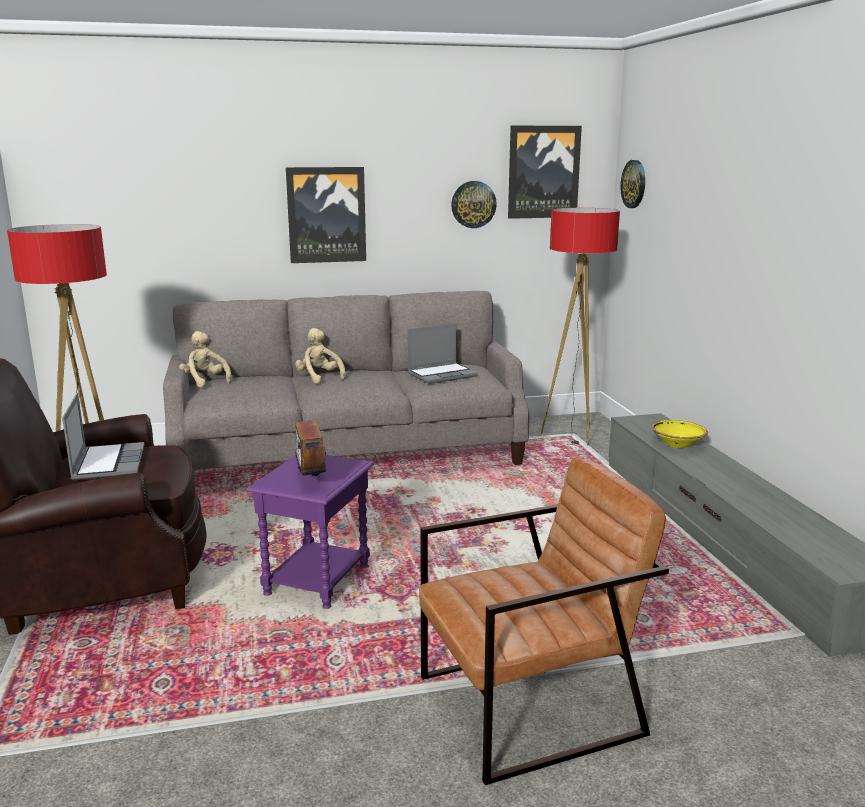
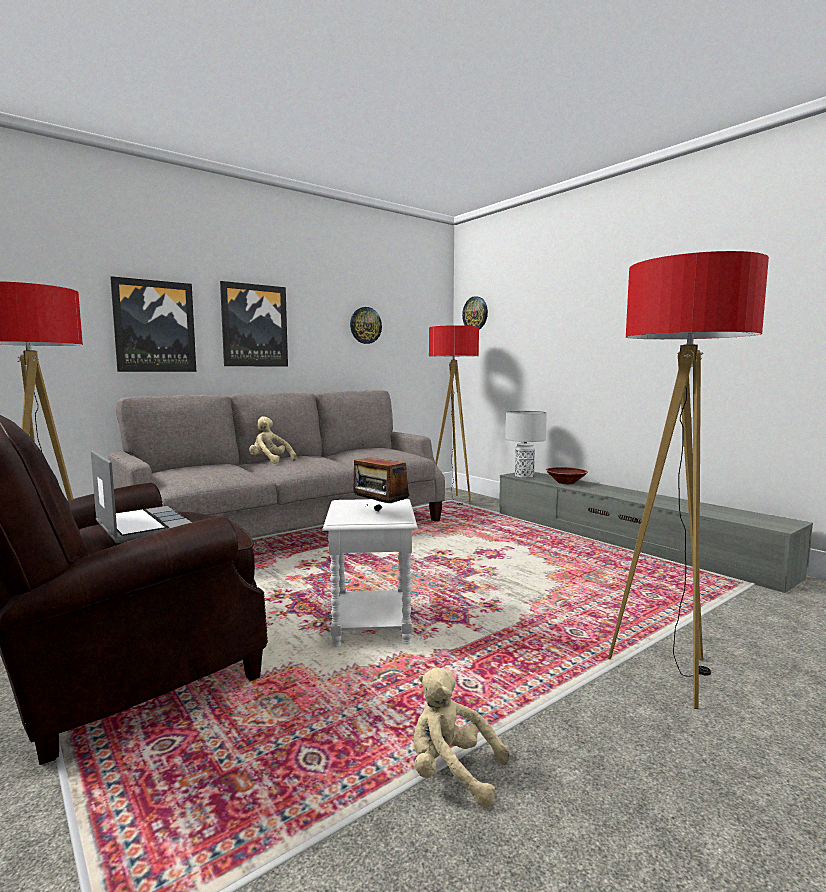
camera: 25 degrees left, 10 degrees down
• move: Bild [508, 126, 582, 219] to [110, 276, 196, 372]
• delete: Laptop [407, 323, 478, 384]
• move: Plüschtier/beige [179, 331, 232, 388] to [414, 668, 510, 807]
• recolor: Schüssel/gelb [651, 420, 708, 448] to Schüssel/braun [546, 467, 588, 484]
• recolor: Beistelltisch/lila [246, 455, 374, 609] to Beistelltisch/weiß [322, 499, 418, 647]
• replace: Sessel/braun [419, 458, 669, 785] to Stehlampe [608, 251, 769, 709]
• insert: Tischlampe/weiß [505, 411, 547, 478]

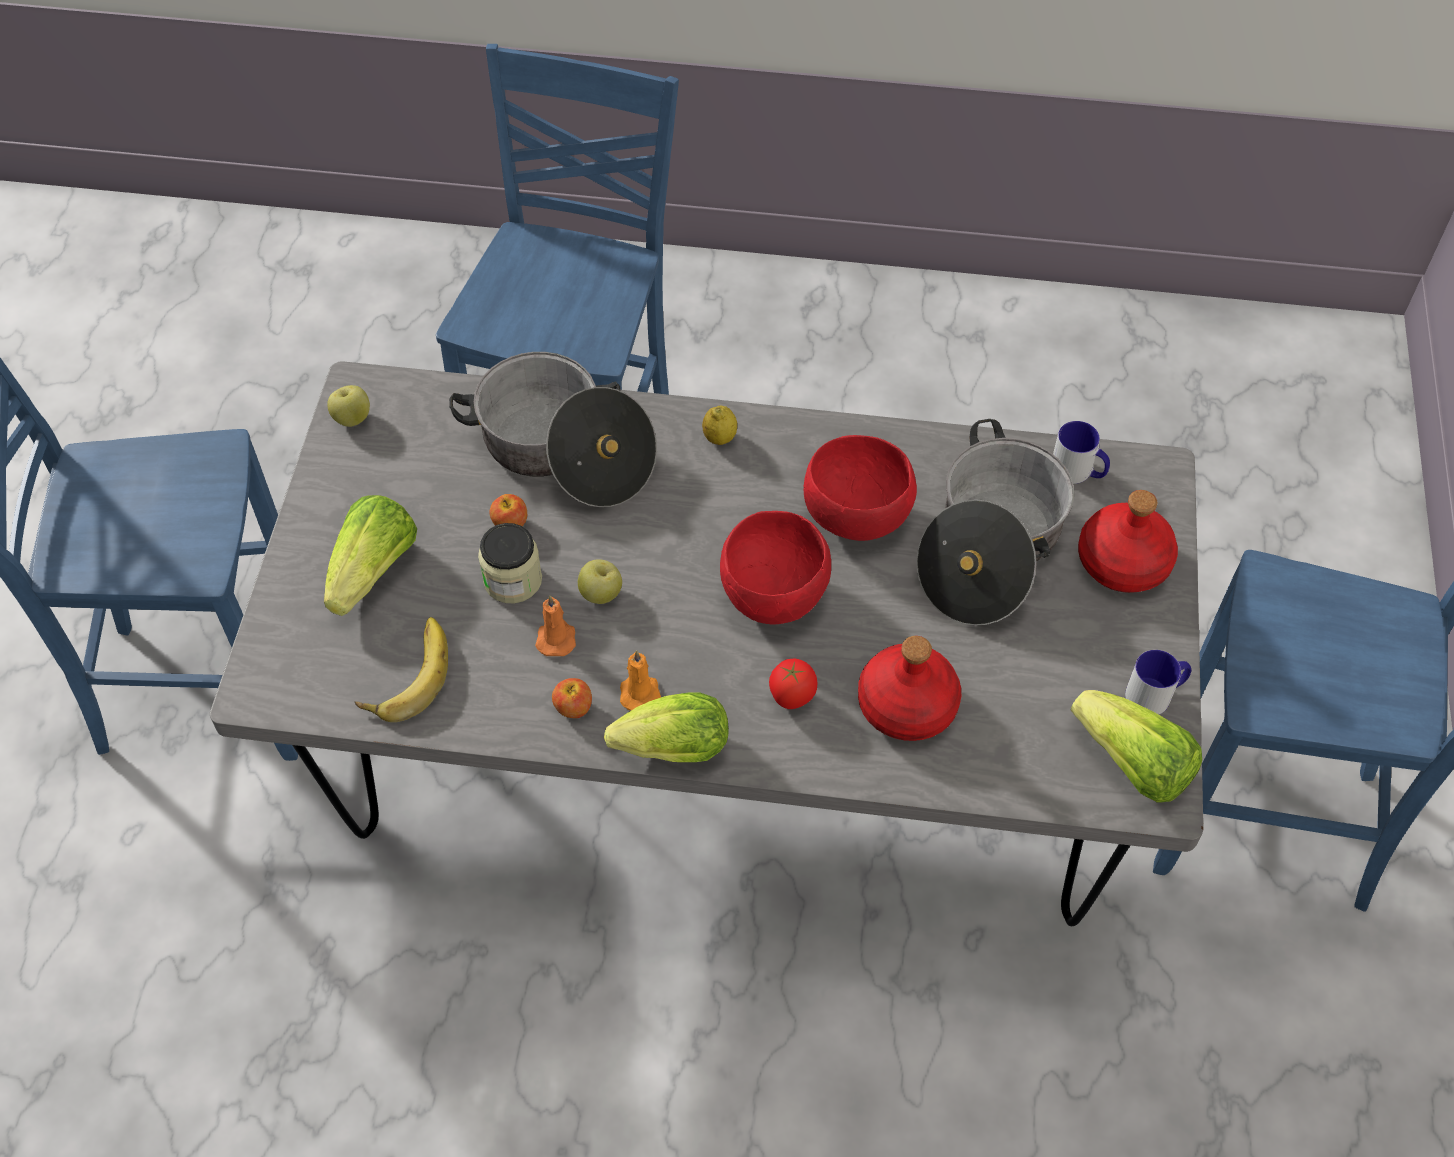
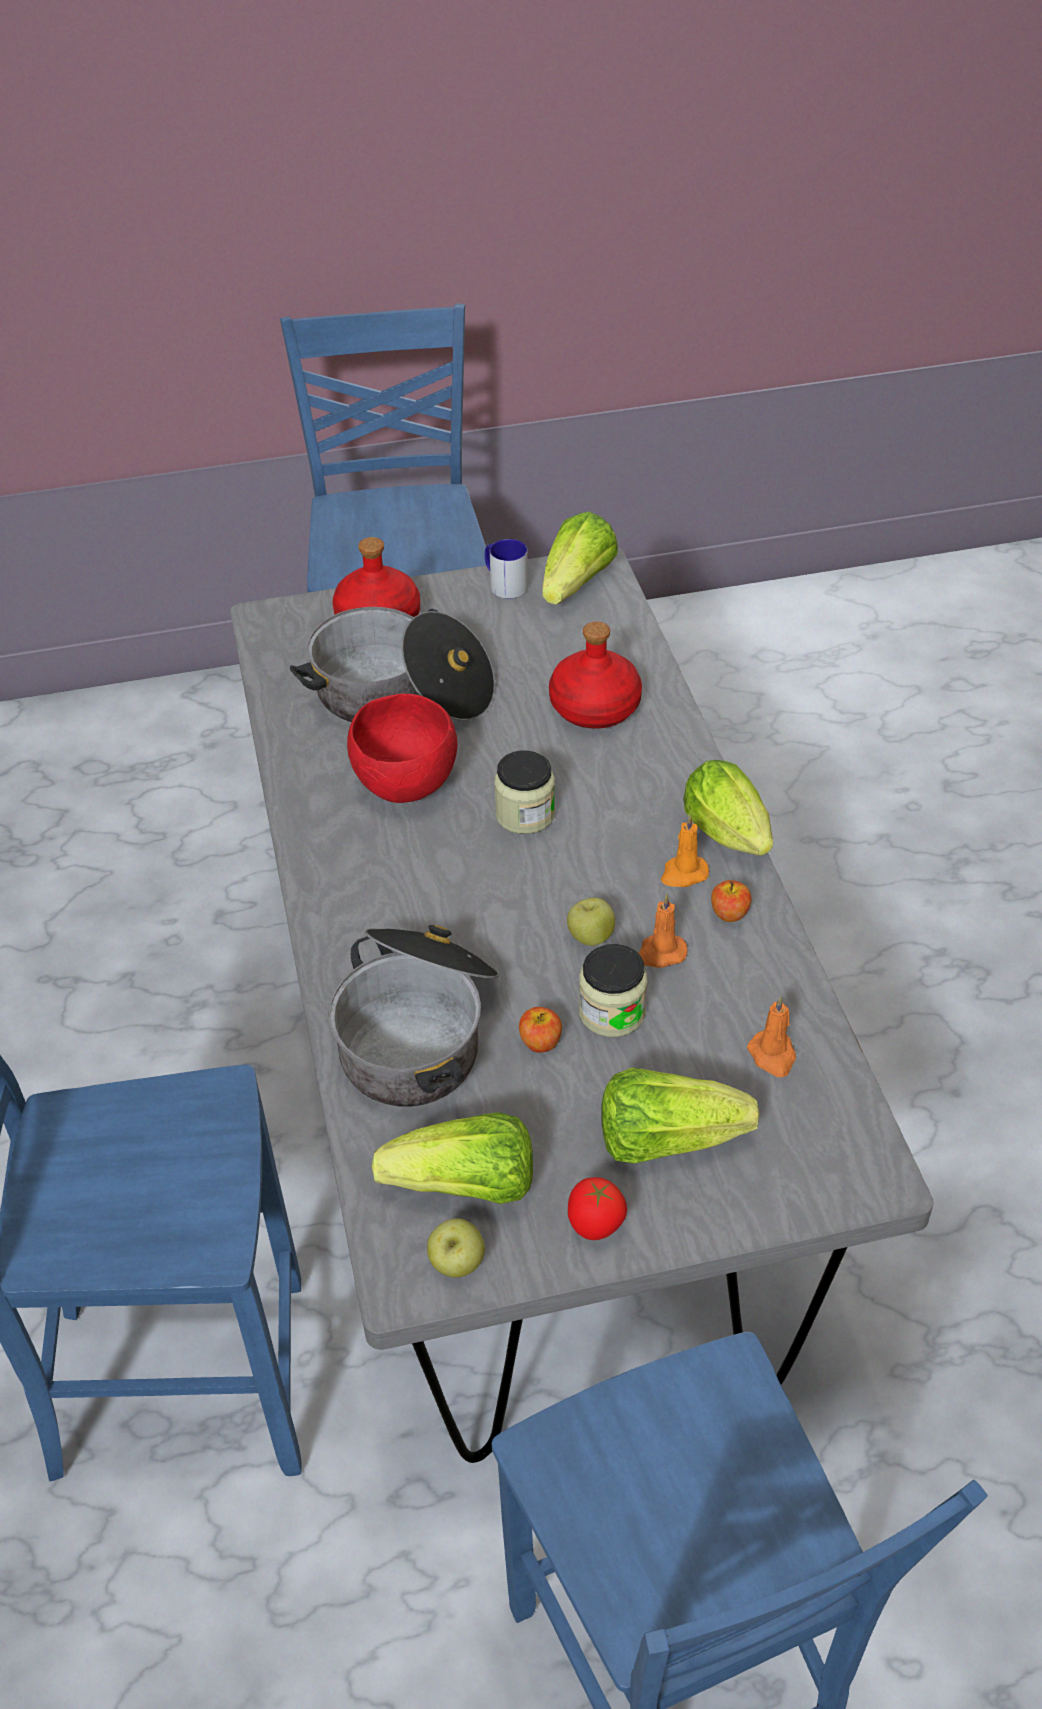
camera: 110 degrees left, 10 degrees down
• delete: Zitrone [702, 406, 737, 445]
• delete: Henkelbecher [1053, 421, 1110, 484]
• replace: Schüssel/rot [720, 511, 831, 624] to Vorratsglas [494, 750, 555, 834]
• replace: Banane [354, 617, 448, 722] to Kerze/orange [747, 996, 796, 1077]
• move: Tomate [769, 659, 817, 709] to [568, 1177, 627, 1240]
• insert: Salatkopf [372, 1112, 533, 1204]

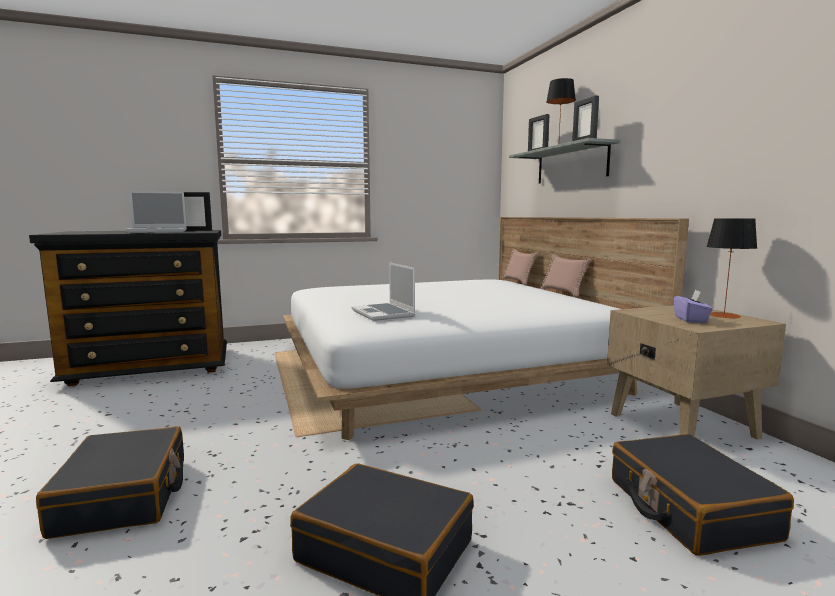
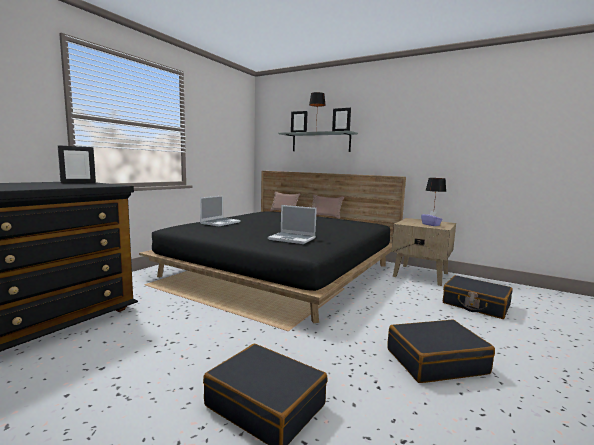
camera: 40 degrees left, 0 degrees up
• move: Laptop [126, 191, 187, 233] to [200, 195, 240, 226]
• recolor: Bett/weiß [283, 217, 689, 440] to Bett/schwarz [139, 171, 406, 323]

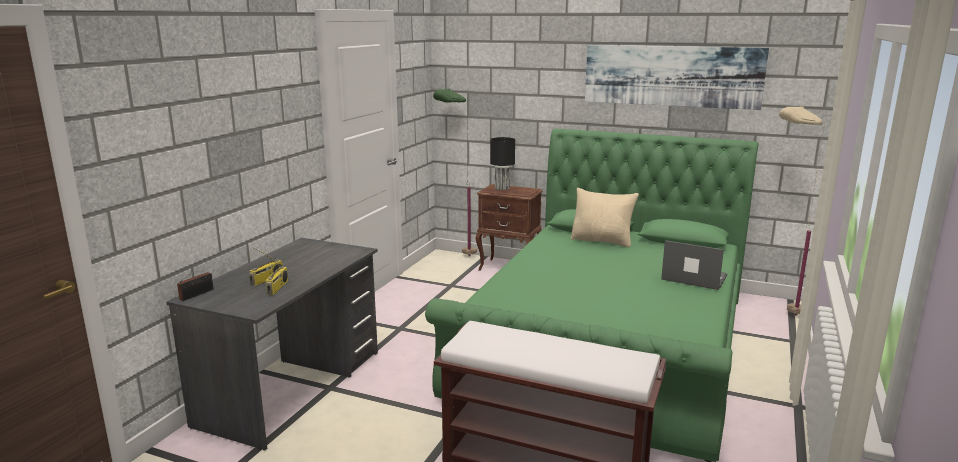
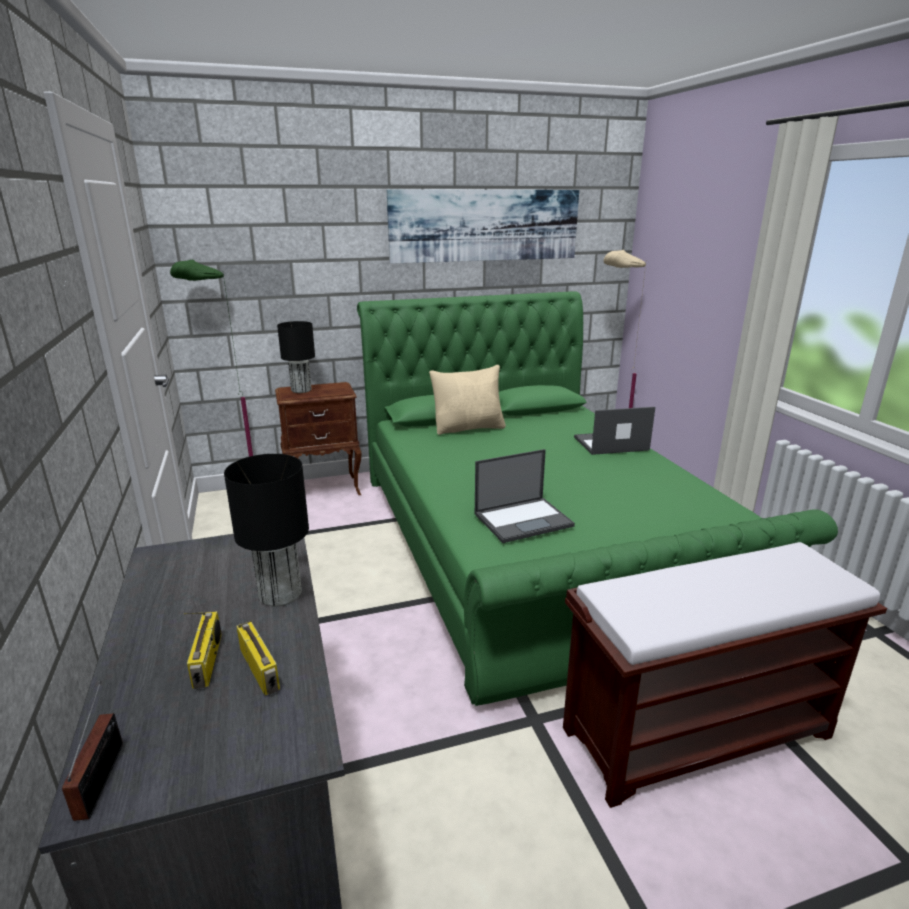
camera: 40 degrees left, 5 degrees up
• insert: Laptop [475, 449, 575, 543]
• insert: Tischlampe/schwarz [224, 454, 309, 606]

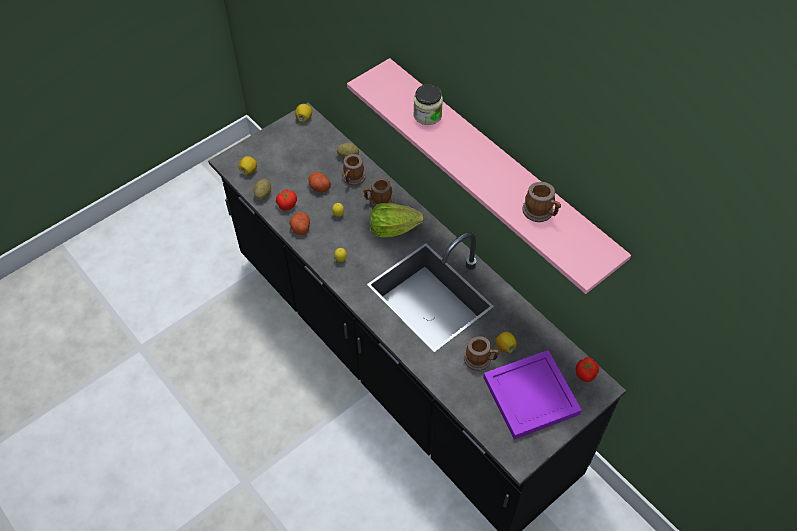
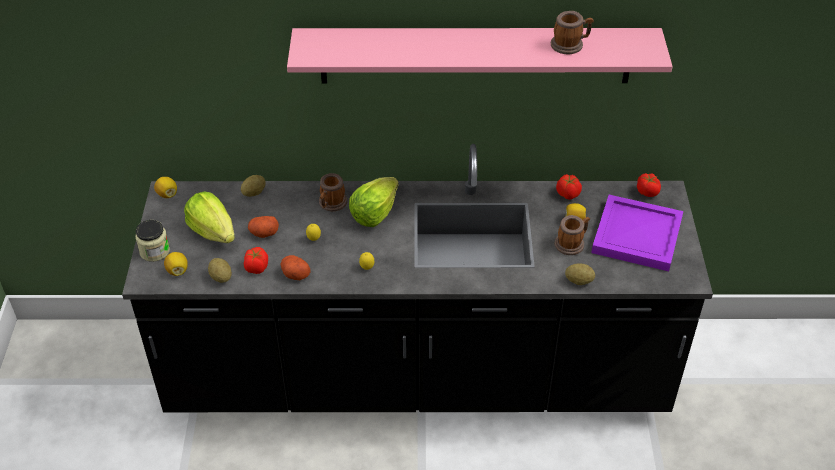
camera: 50 degrees left, 10 degrees down
• move: Vorratsglas [414, 84, 443, 125] to [135, 220, 170, 262]
• delete: Henkelbecher [342, 154, 366, 185]
• insert: Tomate [556, 174, 582, 199]
• insert: Salatkopf [184, 191, 235, 243]
• insert: Kartoffel [565, 263, 595, 285]

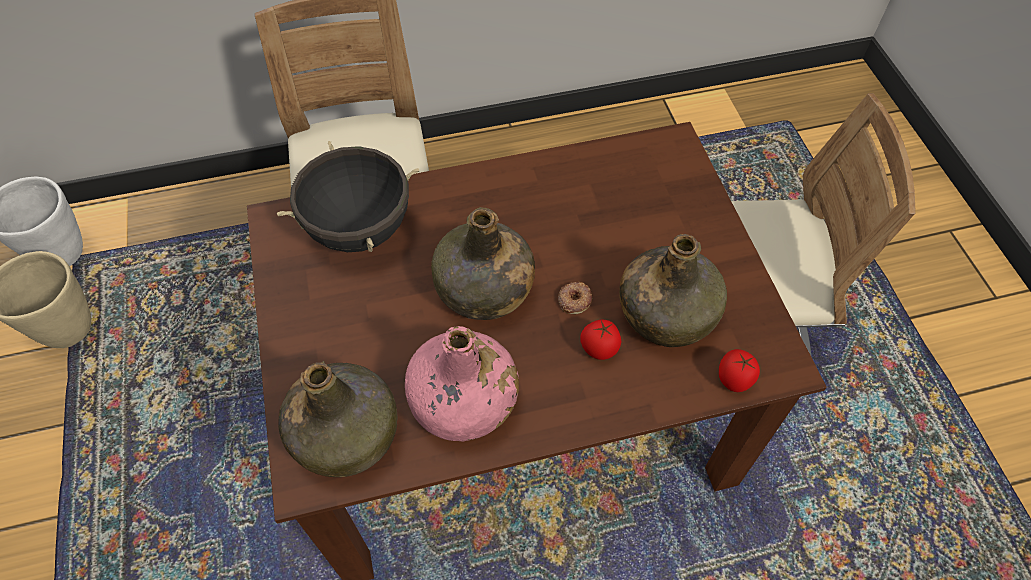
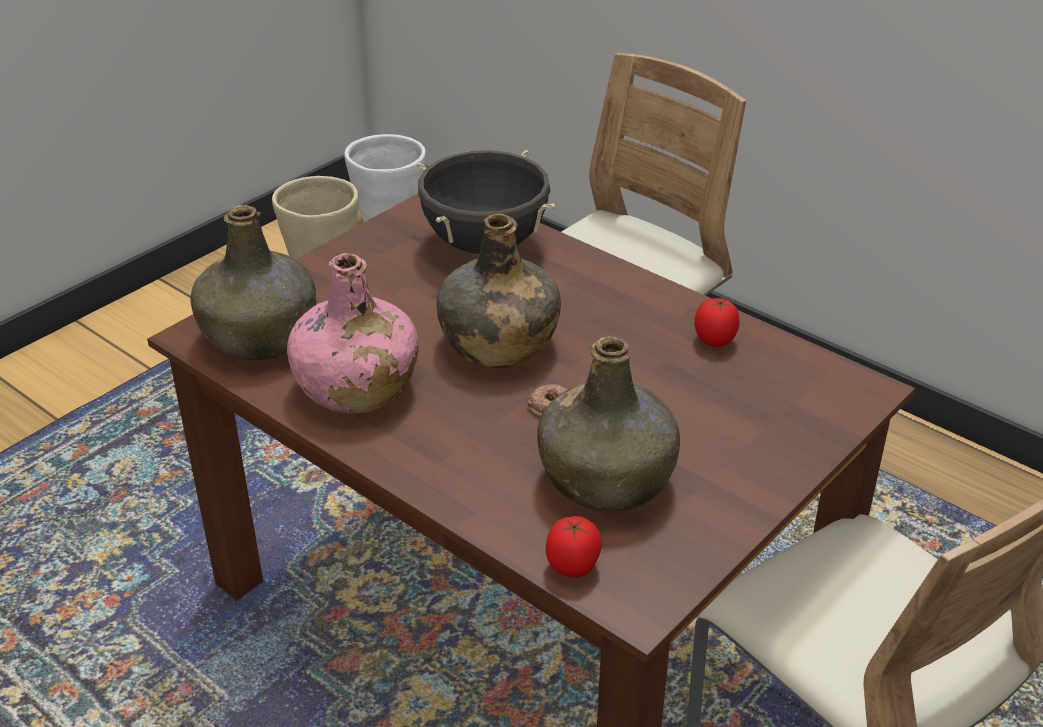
camera: 55 degrees right, 20 degrees down
• move: Tomate [580, 320, 621, 360] to [695, 298, 740, 347]

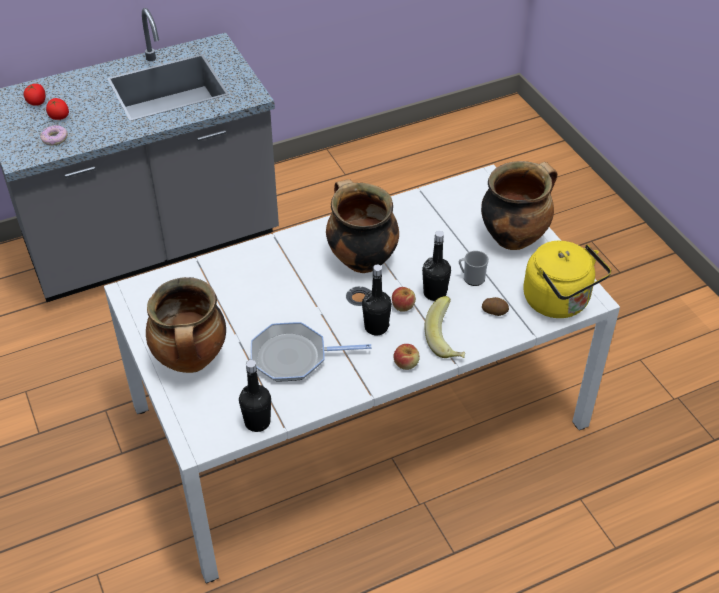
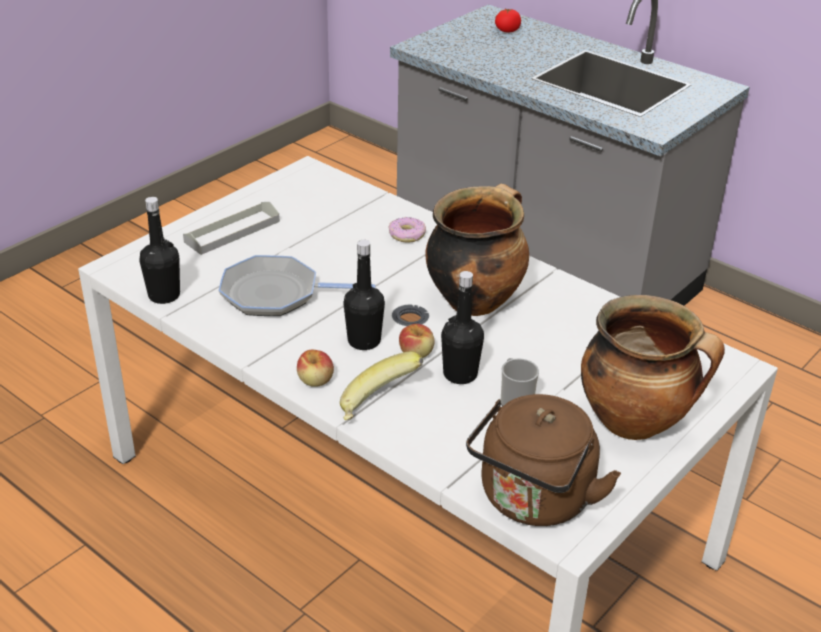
camera: 65 degrees right, 10 degrees down
• delete: Tomate [46, 98, 69, 120]
• move: Donut [40, 125, 68, 146] to [388, 217, 426, 243]
• recolor: Wasserkessel/gelb [523, 241, 611, 318] to Wasserkessel/braun [466, 394, 621, 526]
• replace: Kochtopf [146, 277, 226, 373] to Tablett/grau [183, 202, 280, 255]
• delete: Kartoffel [482, 297, 509, 316]
• rotate: Pfanne [251, 322, 372, 381] = [218, 255, 376, 316] 60 degrees counterclockwise

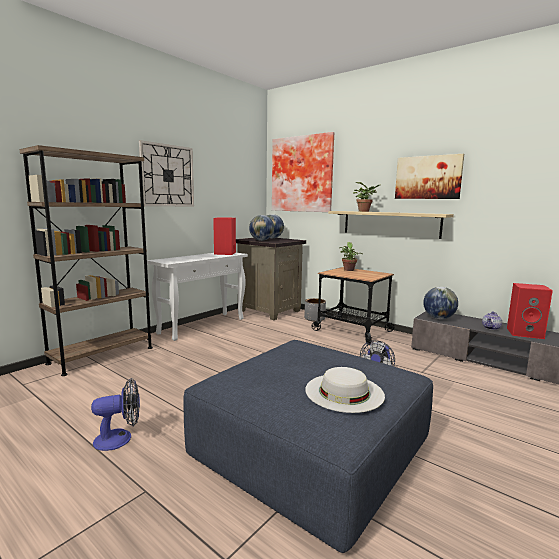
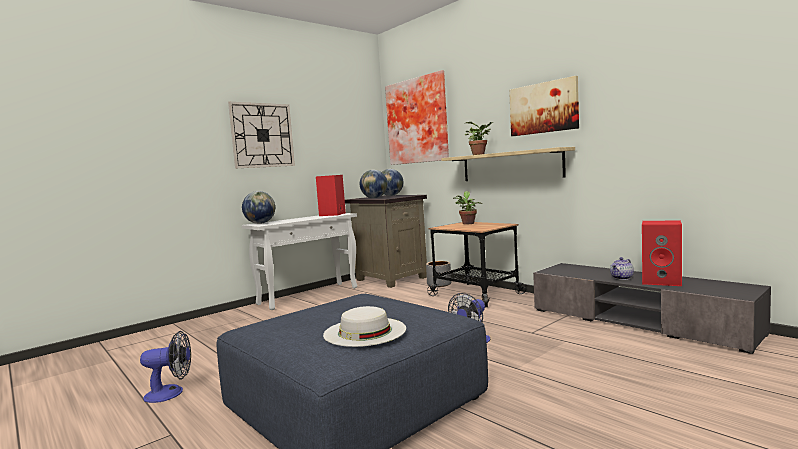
camera: 10 degrees right, 5 degrees down
• delete: Bücherregal/braun [20, 145, 153, 376]
• move: Globus [423, 287, 458, 319] to [242, 191, 275, 224]

